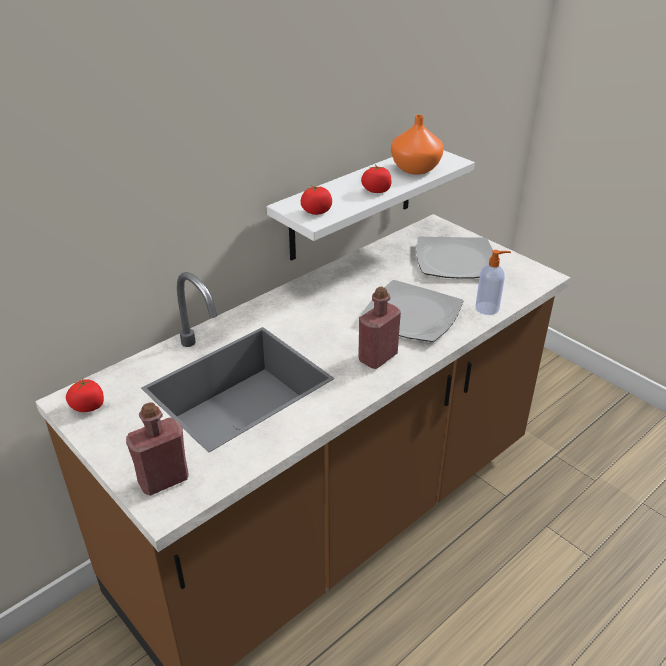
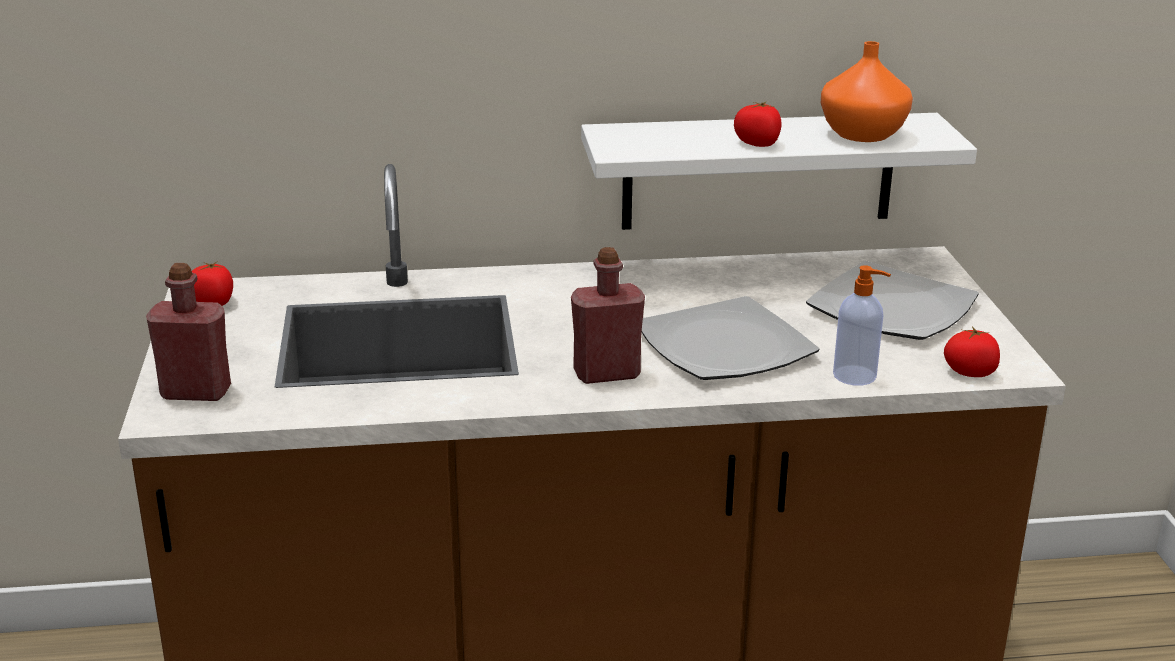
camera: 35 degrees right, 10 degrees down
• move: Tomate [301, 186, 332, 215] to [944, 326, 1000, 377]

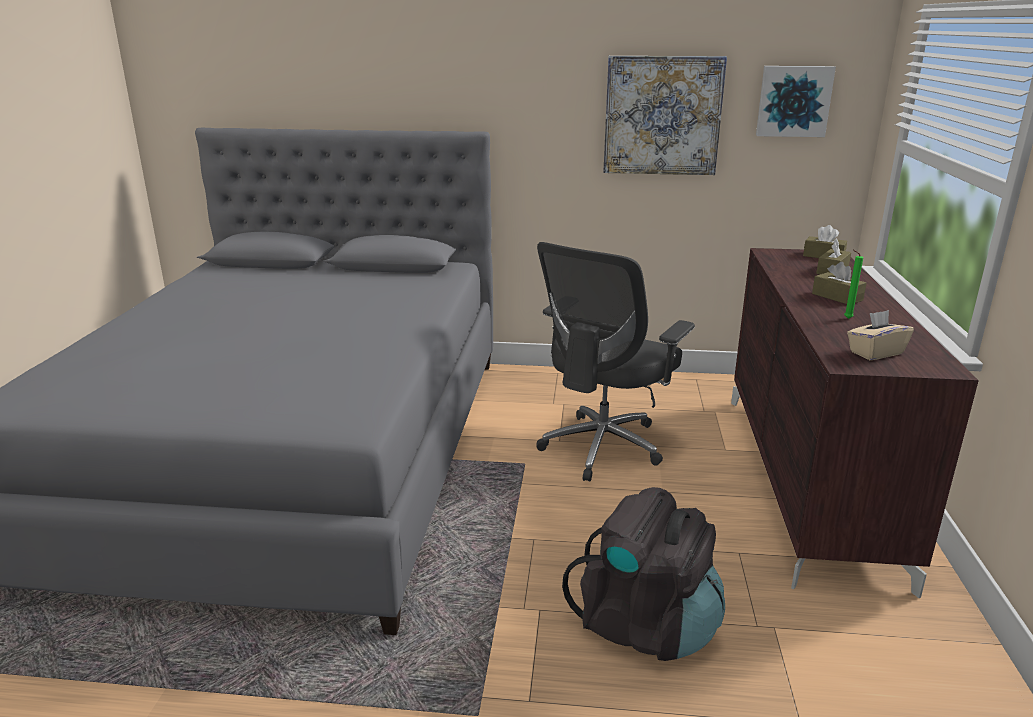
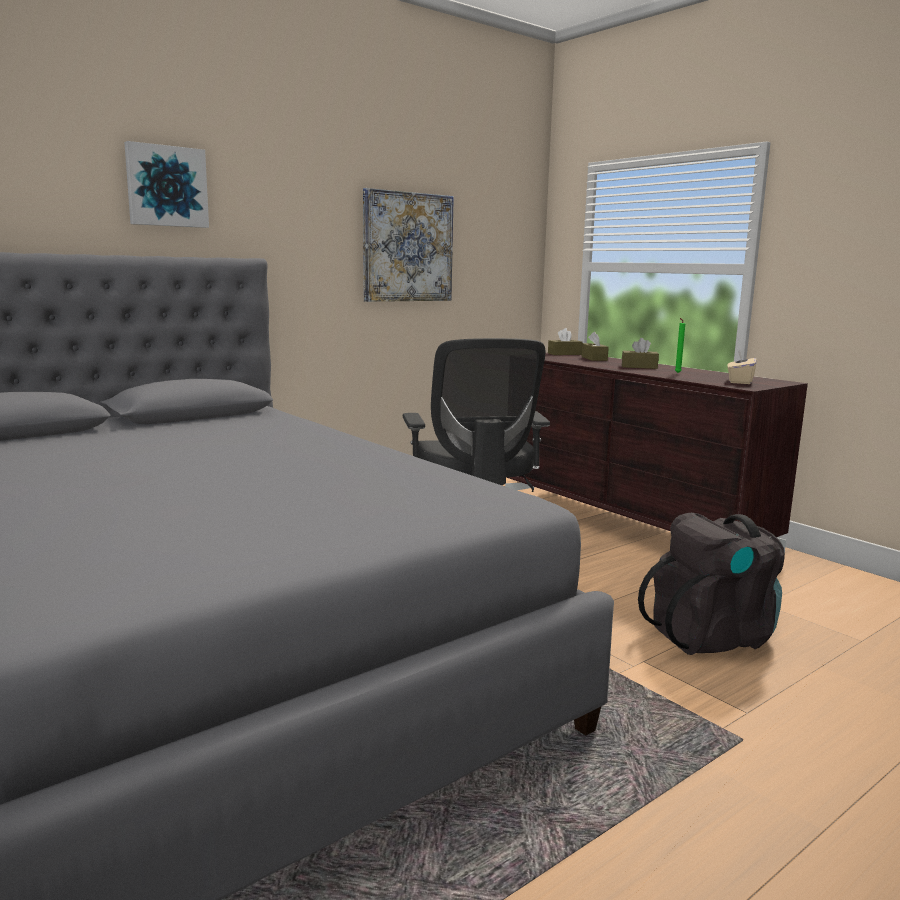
camera: 45 degrees left, 10 degrees down
• move: Bild [756, 66, 836, 137] to [124, 141, 209, 228]

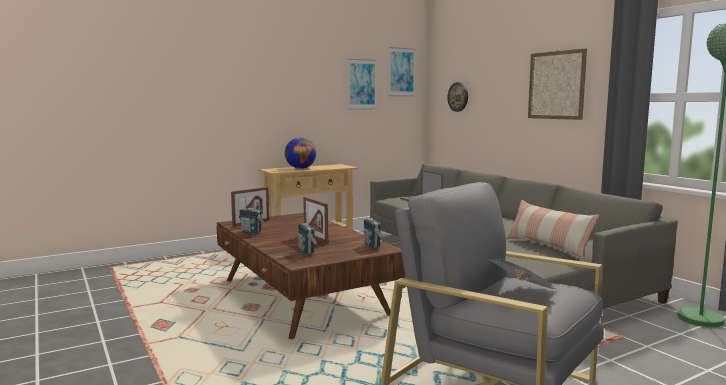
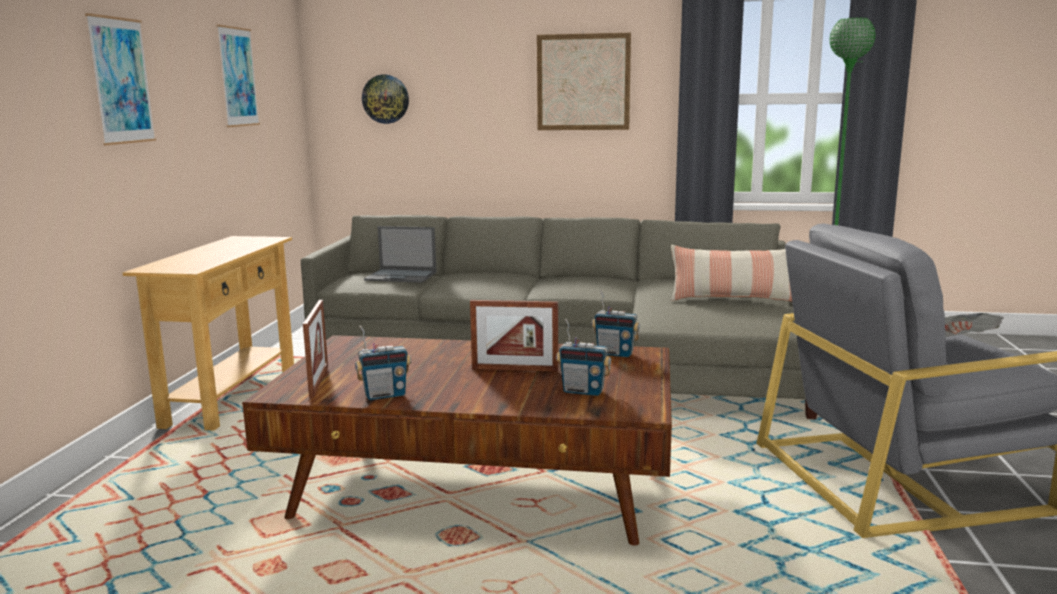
camera: 50 degrees left, 5 degrees up
• move: Bild [389, 47, 416, 96] to [85, 13, 156, 145]
• delete: Globus [285, 137, 316, 169]

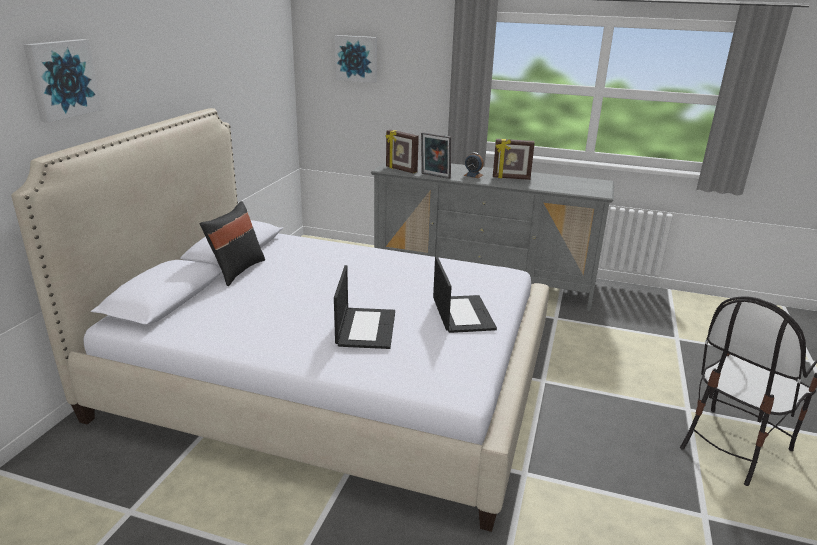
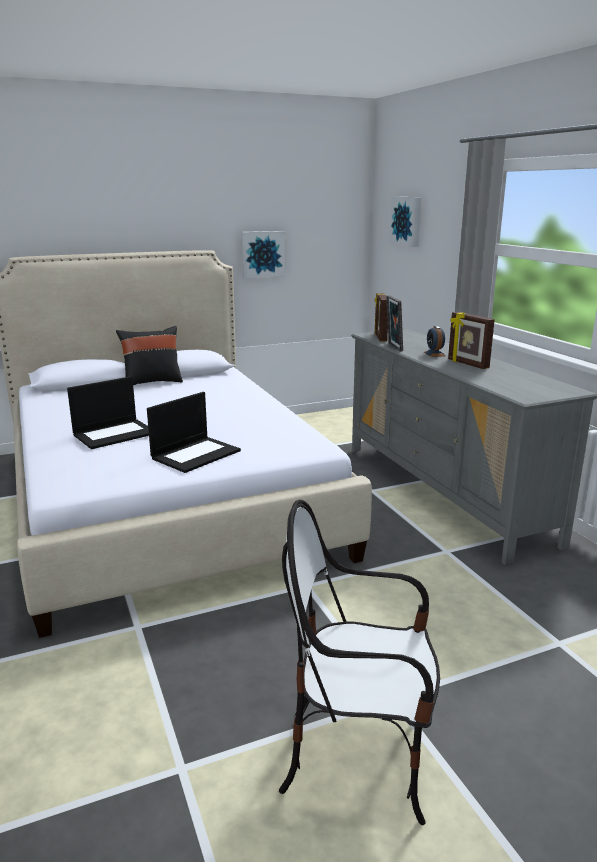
camera: 50 degrees right, 5 degrees down
• move: Bild [23, 39, 102, 122] to [241, 231, 285, 278]

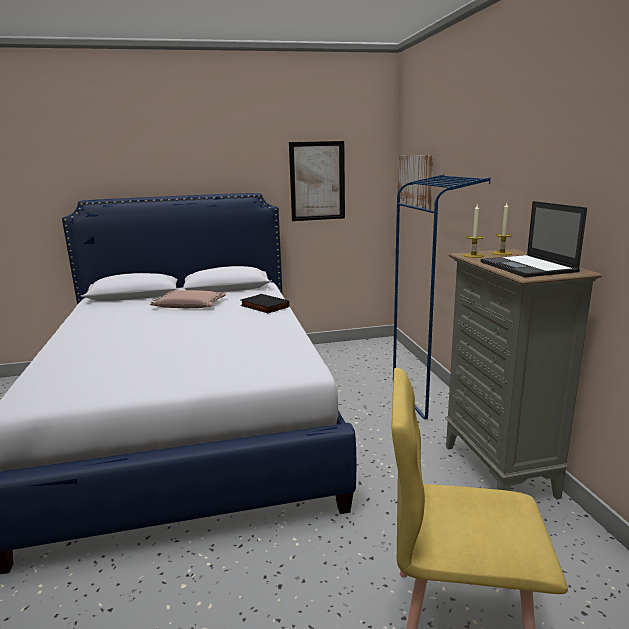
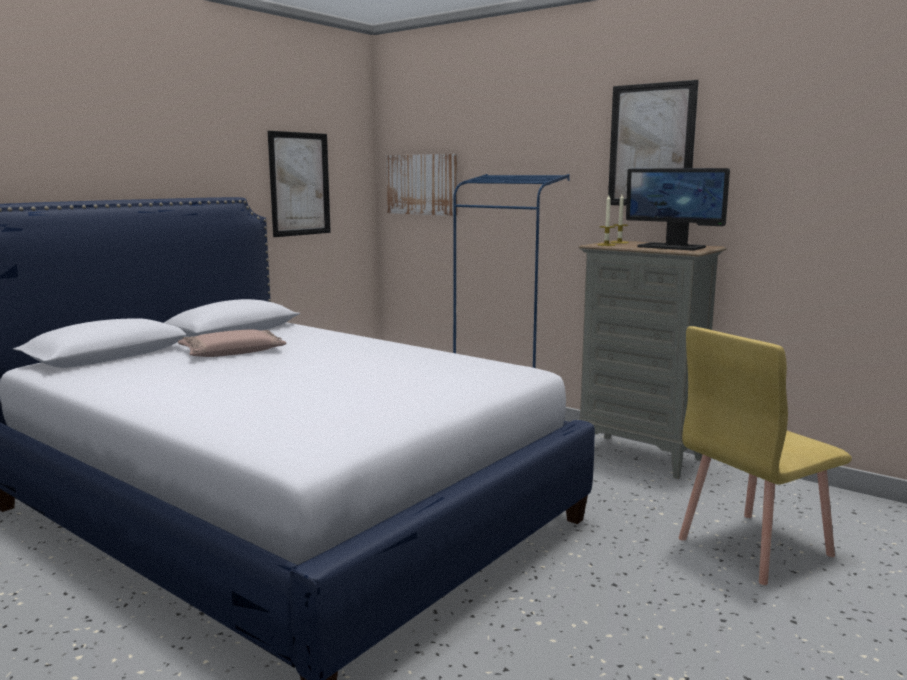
camera: 40 degrees left, 5 degrees down
• replace: Laptop [480, 201, 587, 277] to Monitor [626, 168, 730, 251]
• delete: Buch/schwarz [240, 294, 290, 313]
• insert: Bild [608, 80, 699, 206]

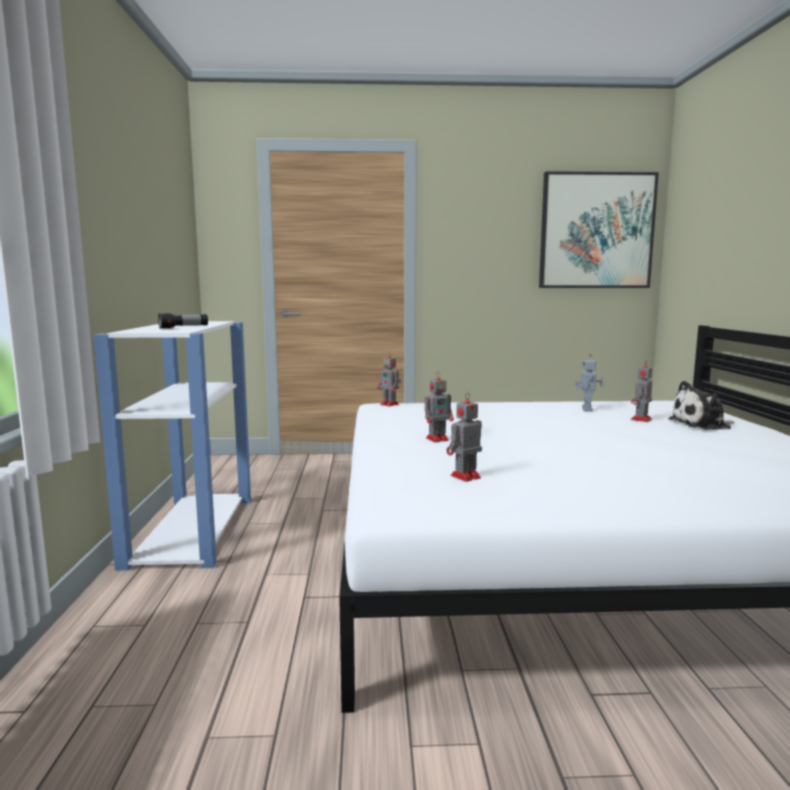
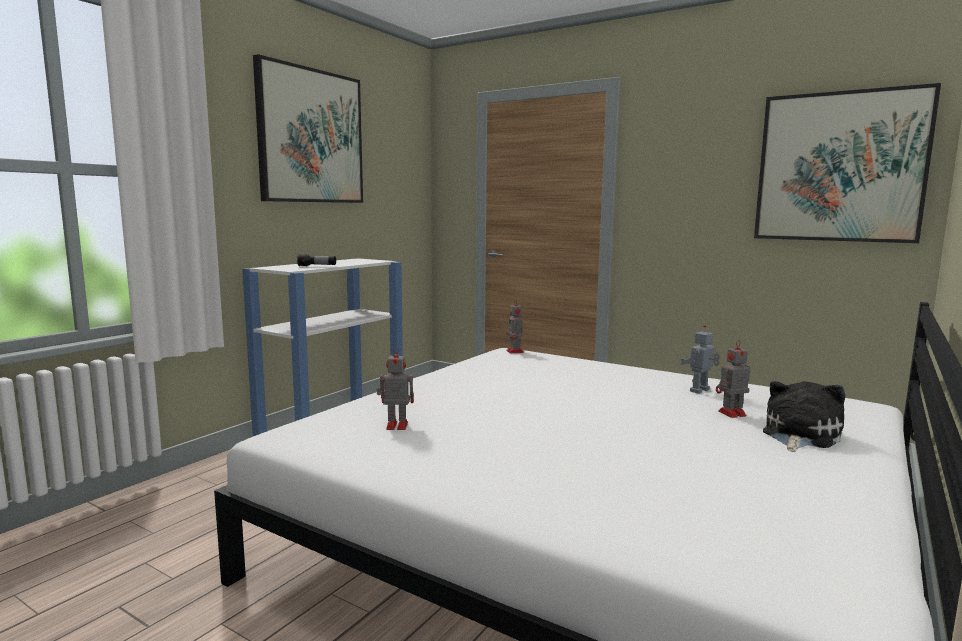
camera: 35 degrees right, 0 degrees up
• delete: Spielzeugroboter [425, 371, 453, 442]
• rotate: Plüschtier [668, 381, 734, 430] = [763, 381, 845, 452] 105 degrees clockwise
• insert: Bild [253, 54, 363, 203]

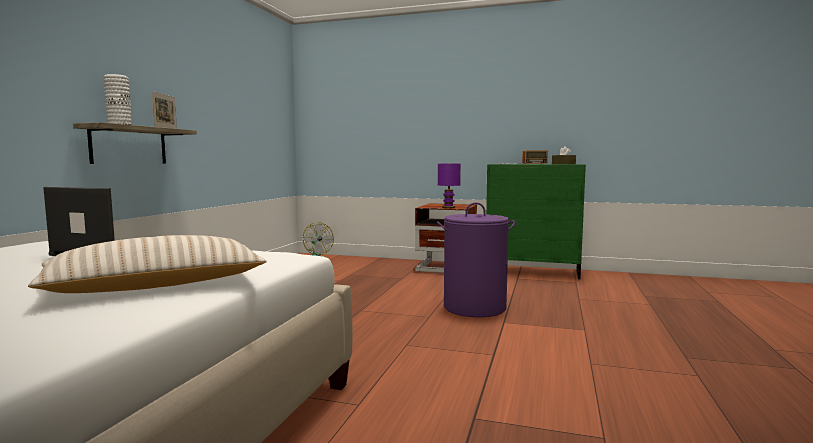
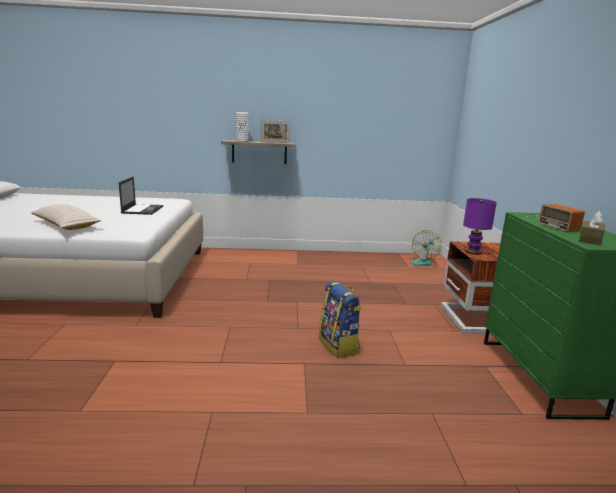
camera: 70 degrees right, 10 degrees up
• replace: Wäschekorb/lila [437, 202, 515, 317] to Rucksack [319, 281, 361, 358]

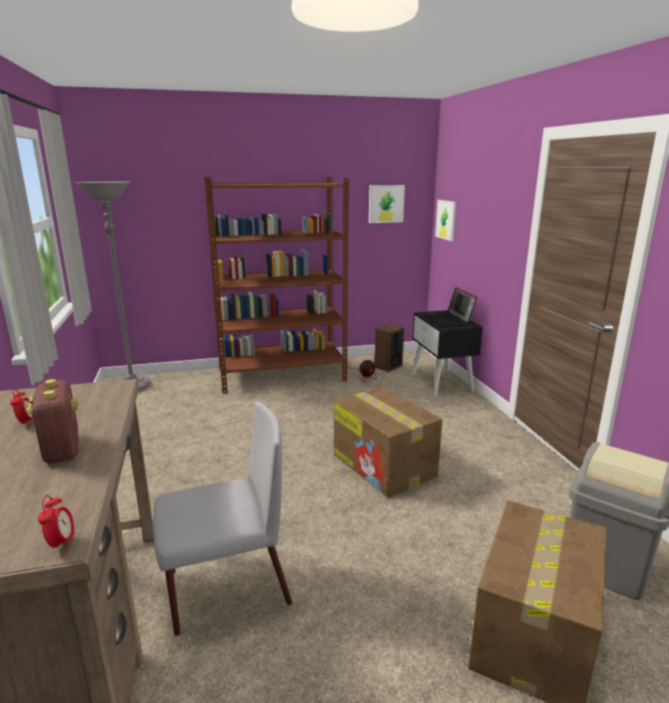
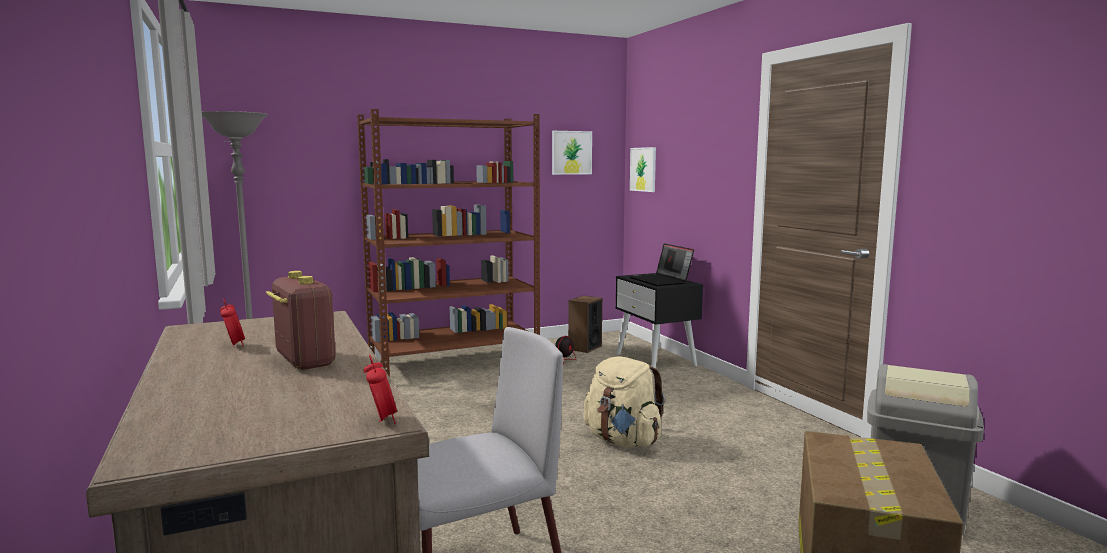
camera: 10 degrees left, 10 degrees down
• replace: Karton [334, 387, 443, 497] to Rucksack/beige [584, 356, 665, 447]

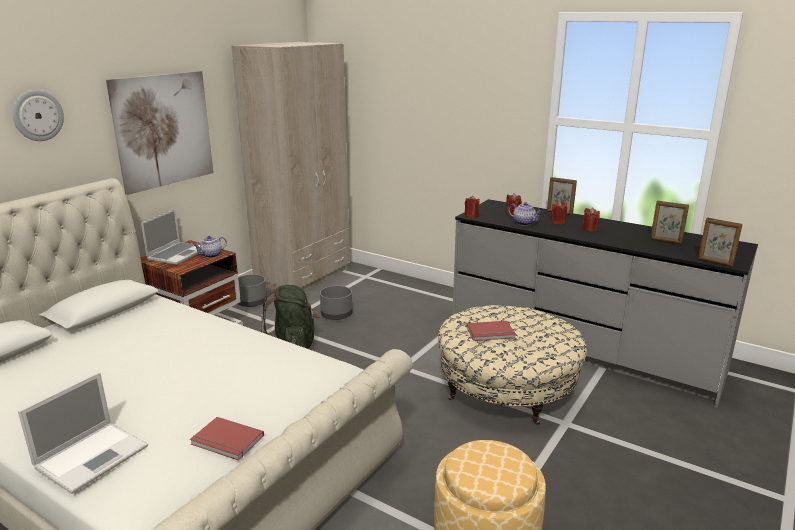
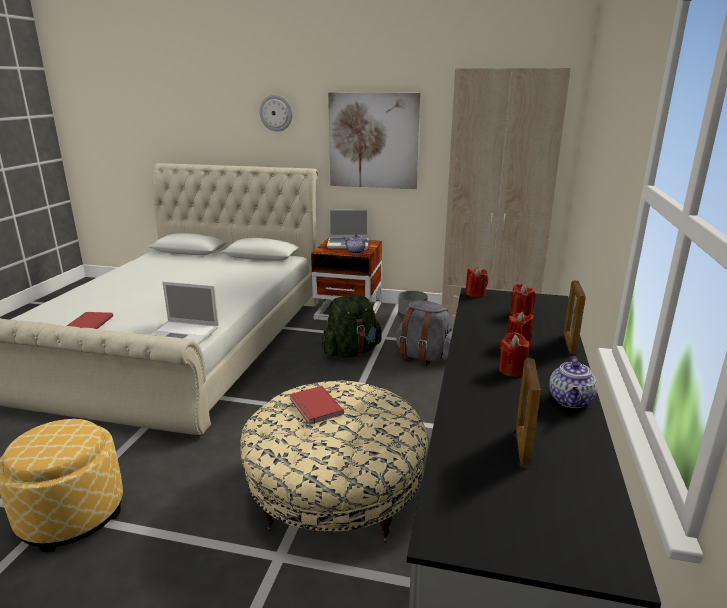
camera: 70 degrees right, 0 degrees up
• move: Teekanne [508, 202, 543, 226] to [549, 357, 598, 408]
• delete: Bilderrahmen [698, 218, 742, 267]
• replace: Pflanzkübel/grau [320, 286, 352, 320] to Rucksack/grau [396, 300, 453, 366]
• move: Laptop [18, 372, 148, 494] to [149, 281, 219, 345]

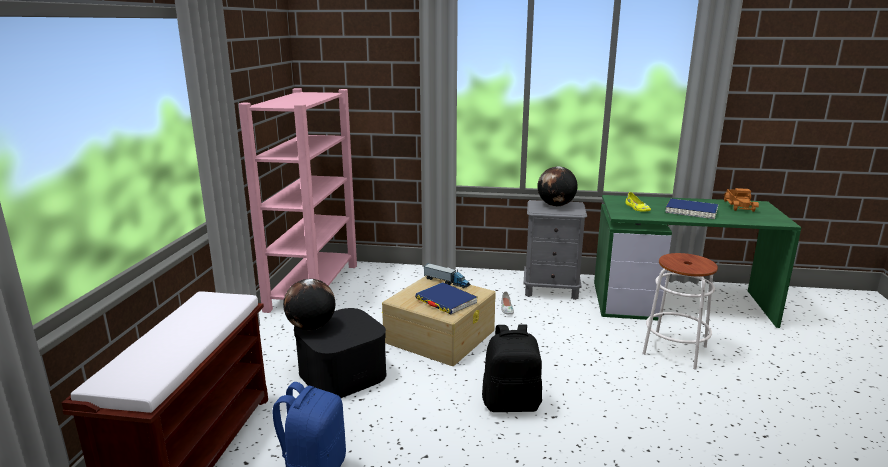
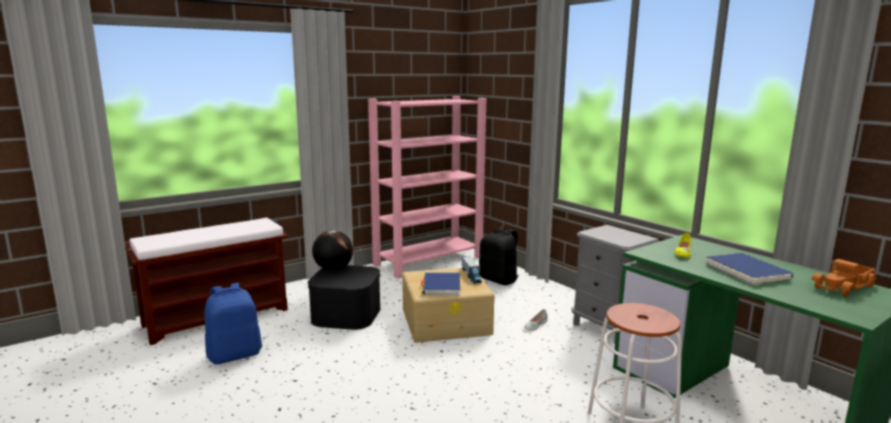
camera: 45 degrees right, 5 degrees down
• delete: Globus [537, 166, 578, 206]
• move: Rucksack/schwarz [482, 324, 542, 412] to [479, 227, 519, 285]

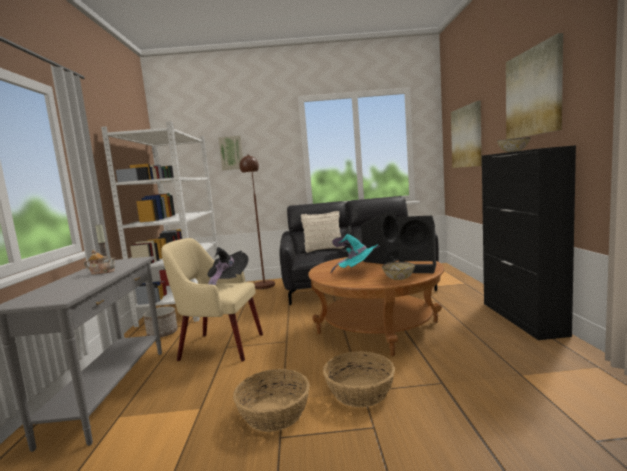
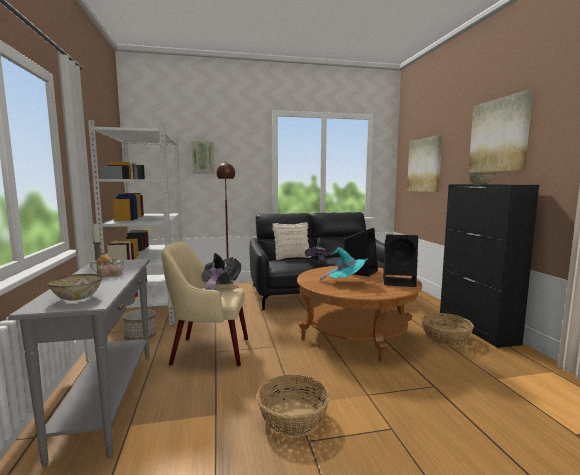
camera: 10 degrees left, 0 degrees up
• move: Schüssel [382, 262, 415, 280] to [48, 274, 102, 301]
• move: Korb [323, 351, 395, 407] to [422, 313, 474, 346]

